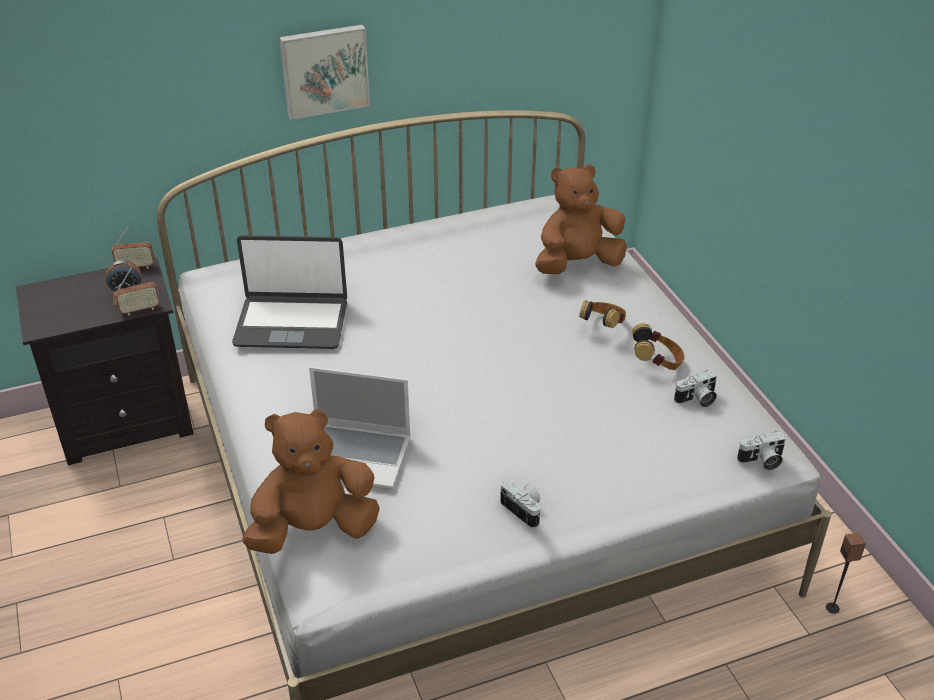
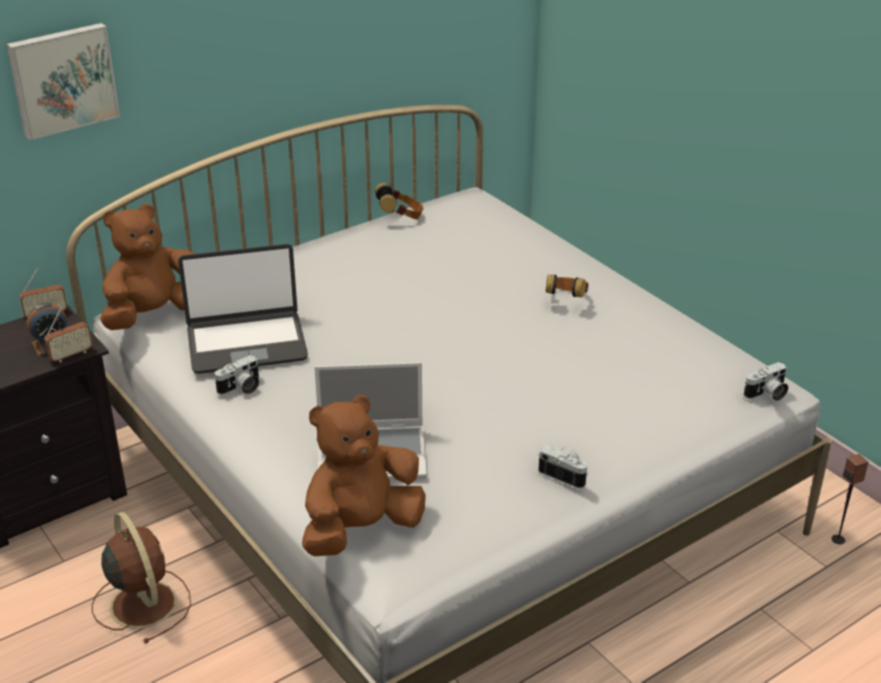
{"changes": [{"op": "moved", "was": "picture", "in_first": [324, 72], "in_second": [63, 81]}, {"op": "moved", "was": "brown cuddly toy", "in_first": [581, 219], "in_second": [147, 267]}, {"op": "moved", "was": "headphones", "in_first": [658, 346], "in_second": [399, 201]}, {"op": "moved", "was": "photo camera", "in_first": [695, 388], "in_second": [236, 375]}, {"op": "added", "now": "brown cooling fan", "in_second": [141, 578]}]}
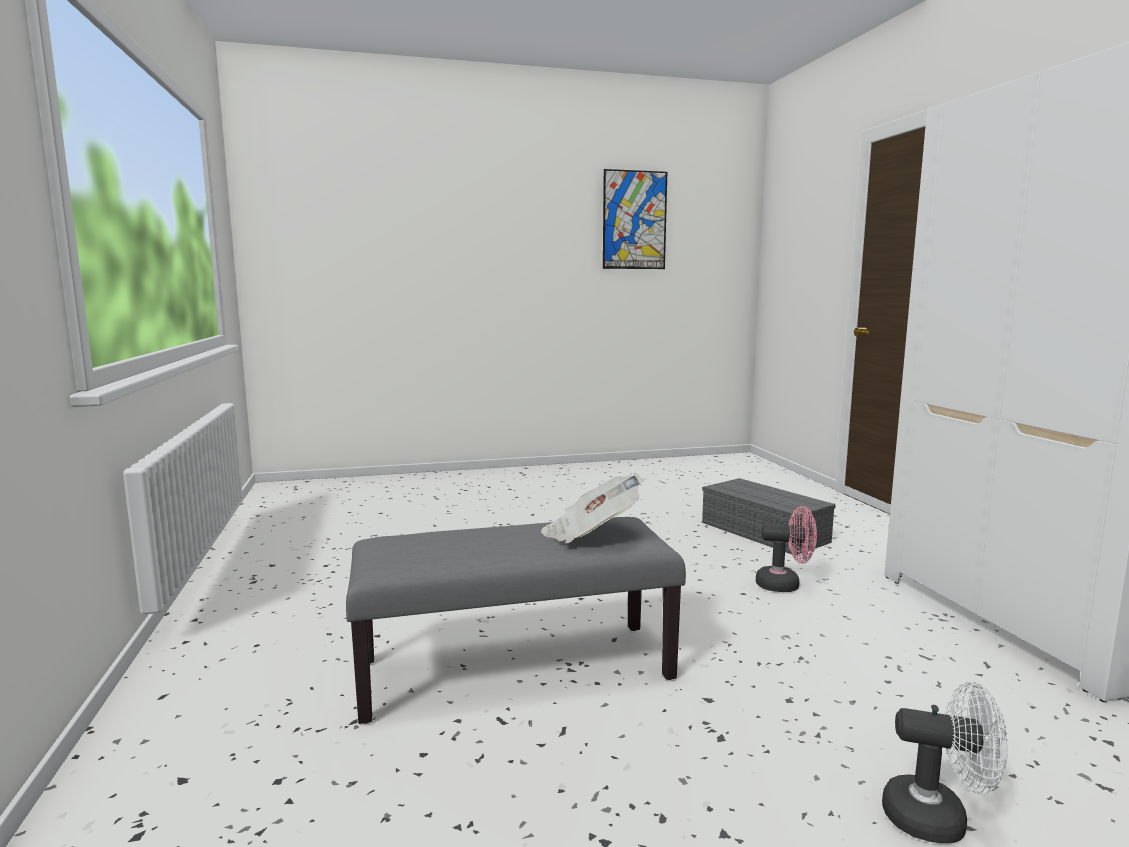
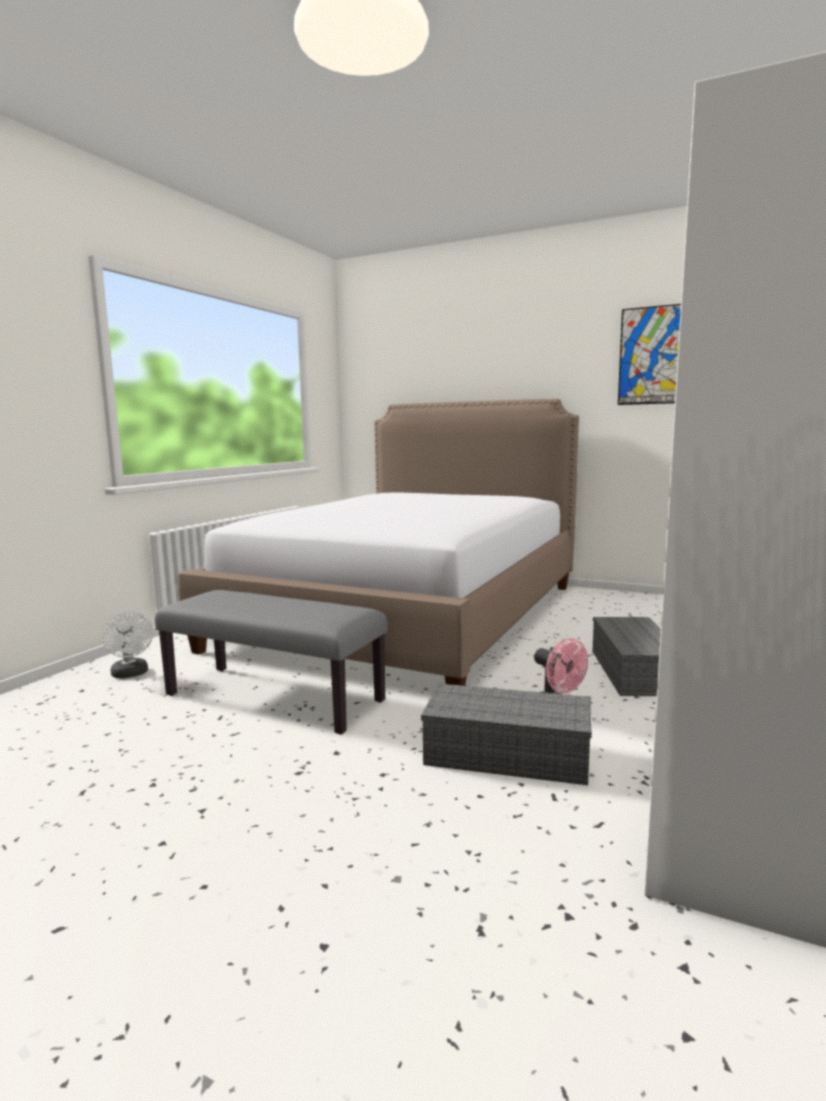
{"changes": [{"op": "removed", "was": "daily paper", "in_first": [592, 509]}, {"op": "moved", "was": "whitish cooling fan", "in_first": [945, 762], "in_second": [127, 645]}, {"op": "added", "now": "bedroom bed", "in_second": [379, 542]}, {"op": "added", "now": "gray storage bin", "in_second": [506, 734]}]}
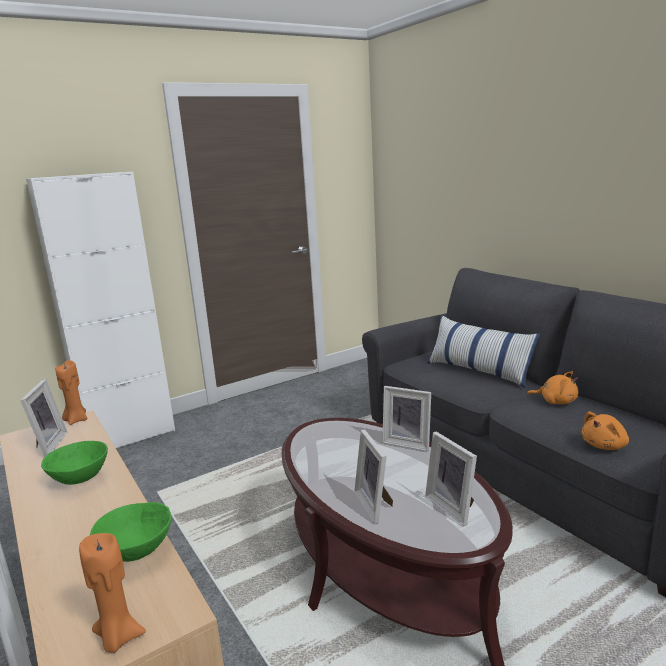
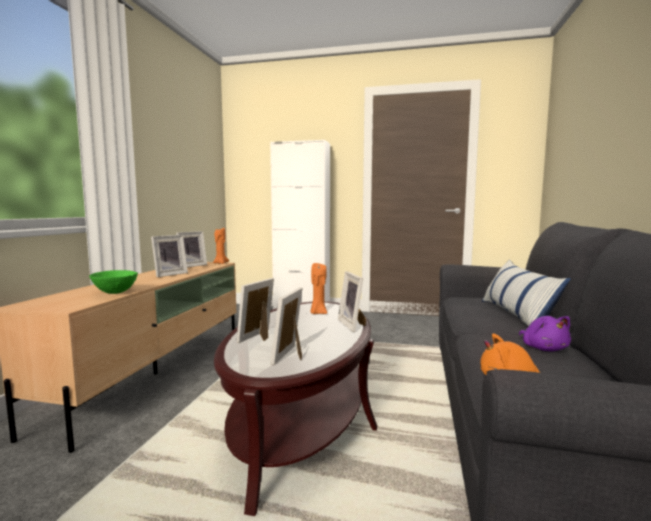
{"changes": [{"op": "replaced", "was": "green-coloured bowl", "now": "photo frame", "in_first": [74, 463], "in_second": [169, 256]}, {"op": "moved", "was": "orangey wax candle", "in_first": [112, 593], "in_second": [319, 288]}, {"op": "recoloured", "was": "orangey cuddly toy", "now": "purple cuddly toy", "in_first": [552, 387], "in_second": [545, 333]}]}
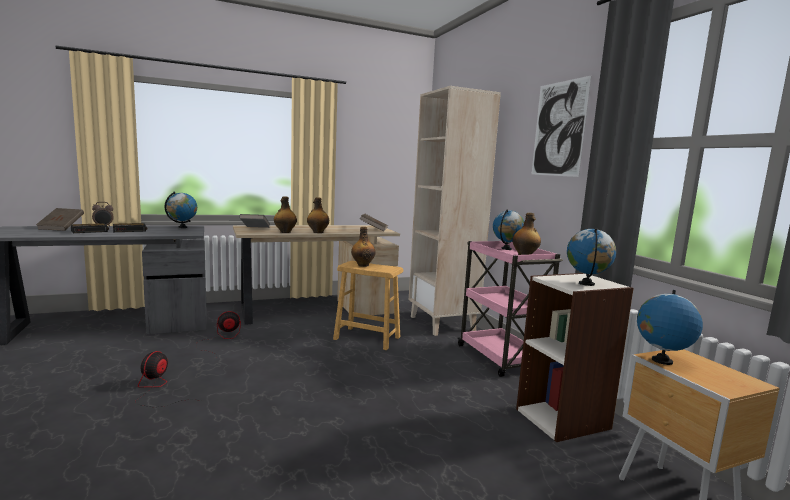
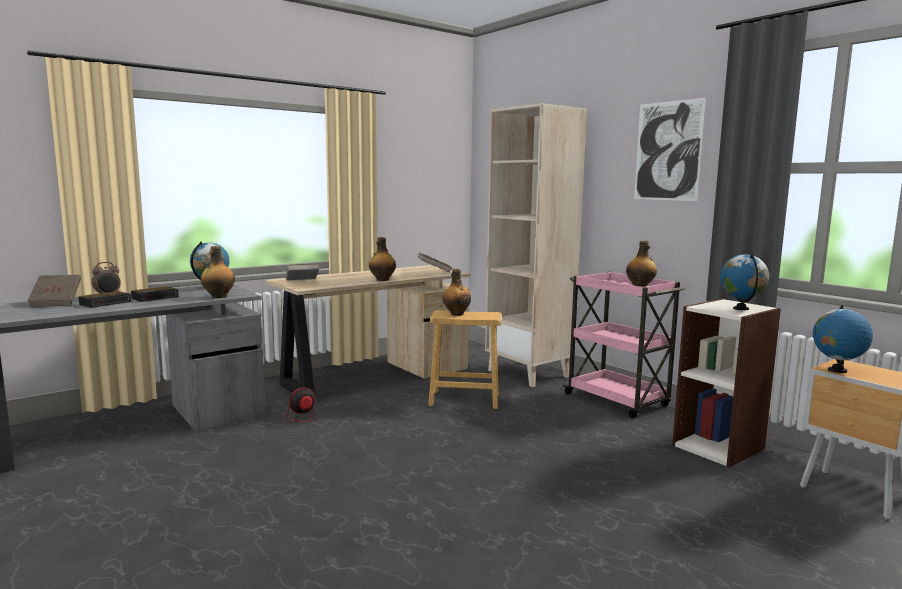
{"changes": [{"op": "removed", "was": "cooling fan", "in_first": [168, 379]}, {"op": "moved", "was": "bottle", "in_first": [285, 214], "in_second": [218, 272]}, {"op": "removed", "was": "globe", "in_first": [508, 229]}]}
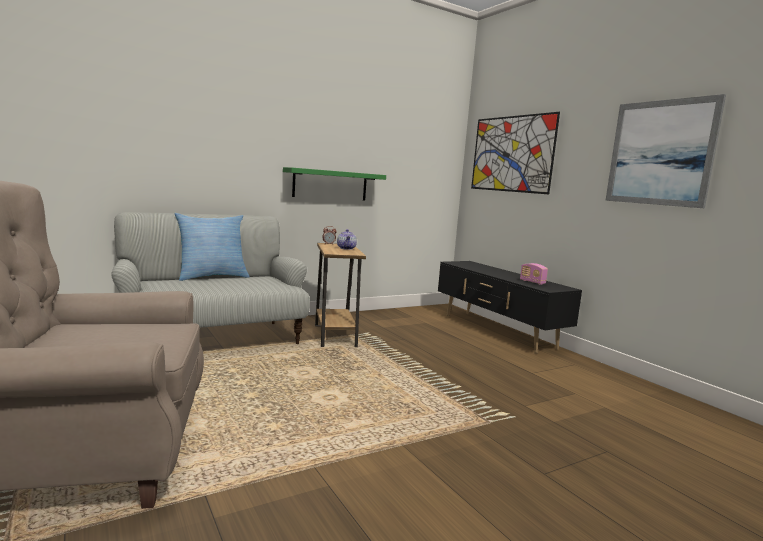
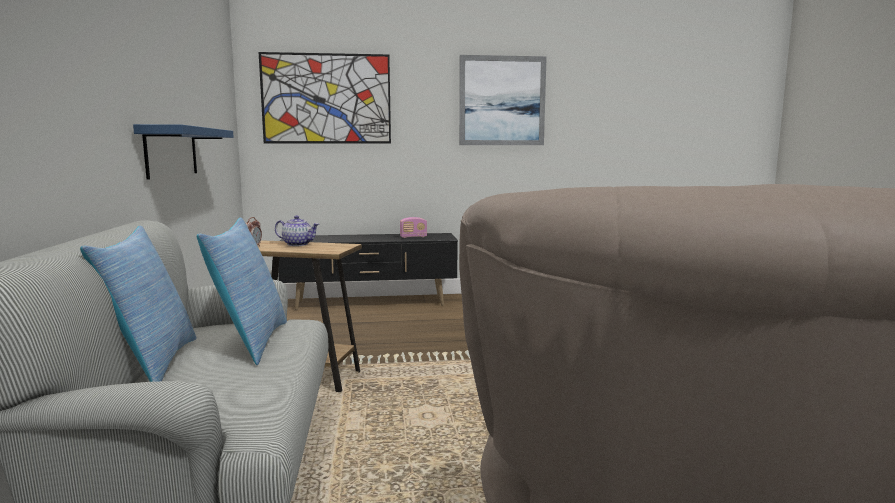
{"changes": [{"op": "recoloured", "was": "green-coloured shelf", "now": "blue shelf", "in_first": [334, 184], "in_second": [183, 152]}, {"op": "added", "now": "cushion", "in_second": [242, 291]}]}
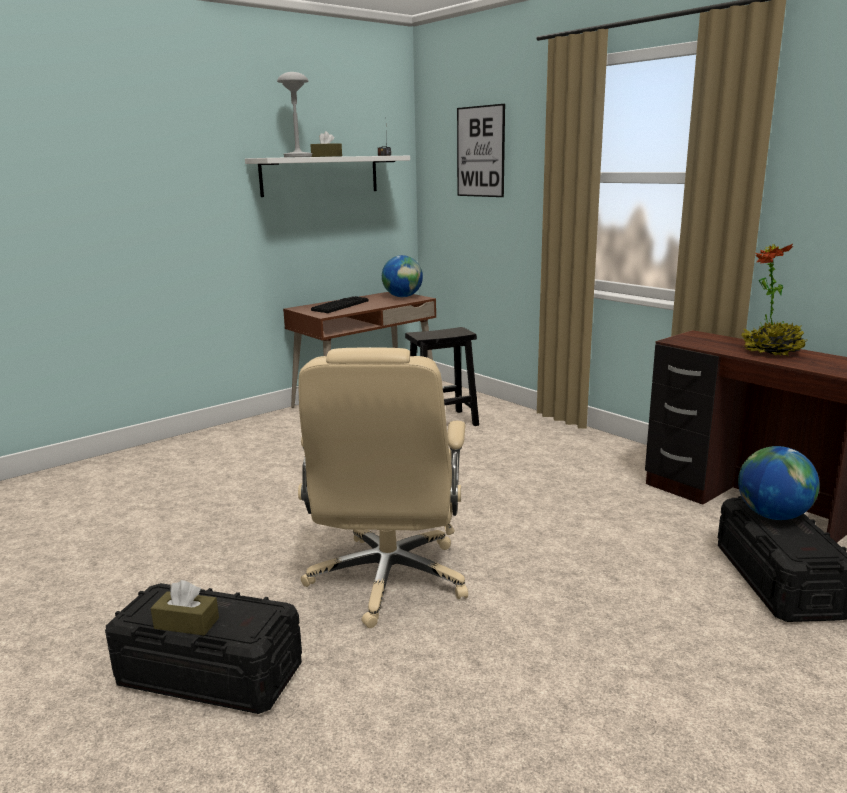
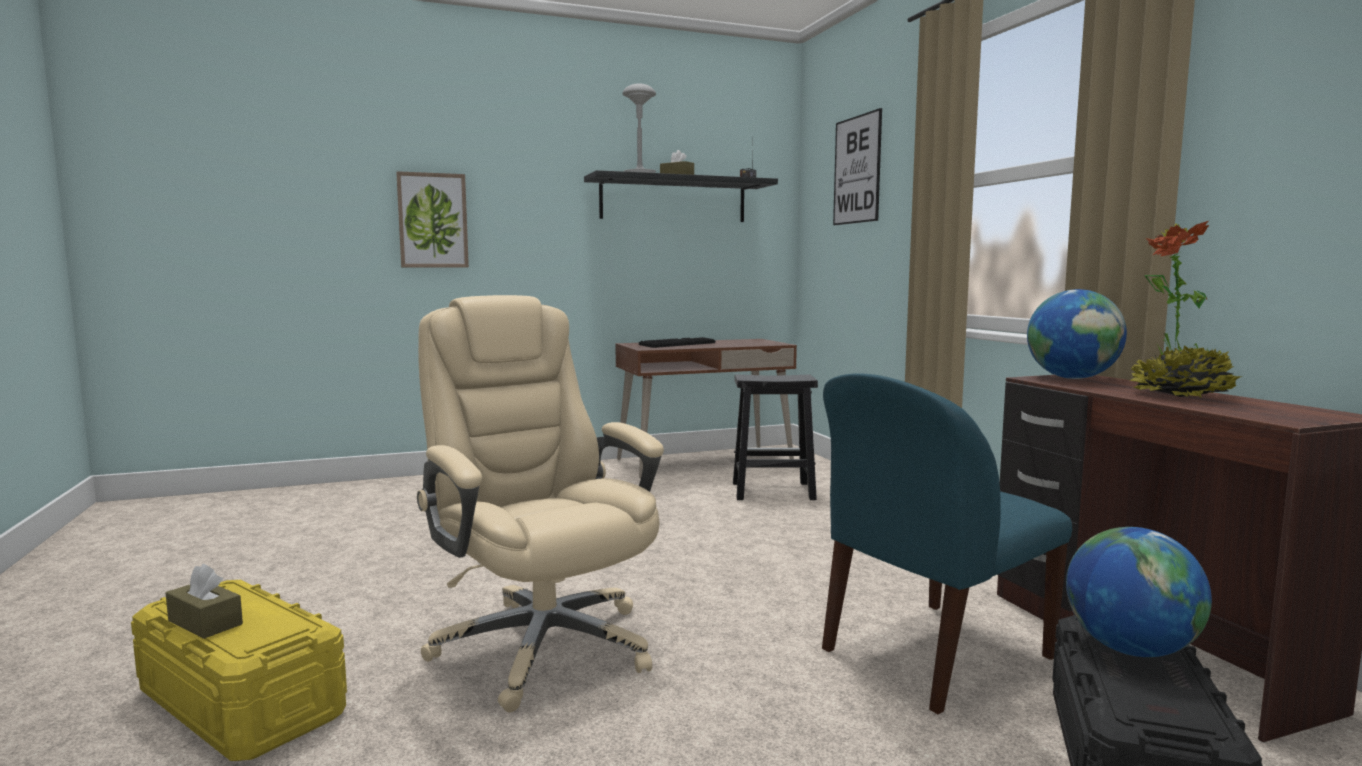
{"changes": [{"op": "recoloured", "was": "blackish storage bin", "now": "yellow storage bin", "in_first": [203, 648], "in_second": [239, 670]}, {"op": "recoloured", "was": "whitish shelf", "now": "blackish shelf", "in_first": [327, 176], "in_second": [681, 196]}, {"op": "turned", "was": "beige desk chair", "in_first": [383, 487], "in_second": [540, 503], "clockwise": 120}, {"op": "moved", "was": "globe", "in_first": [402, 276], "in_second": [1077, 334]}, {"op": "added", "now": "picture", "in_second": [432, 219]}, {"op": "added", "now": "blue chair", "in_second": [947, 543]}]}
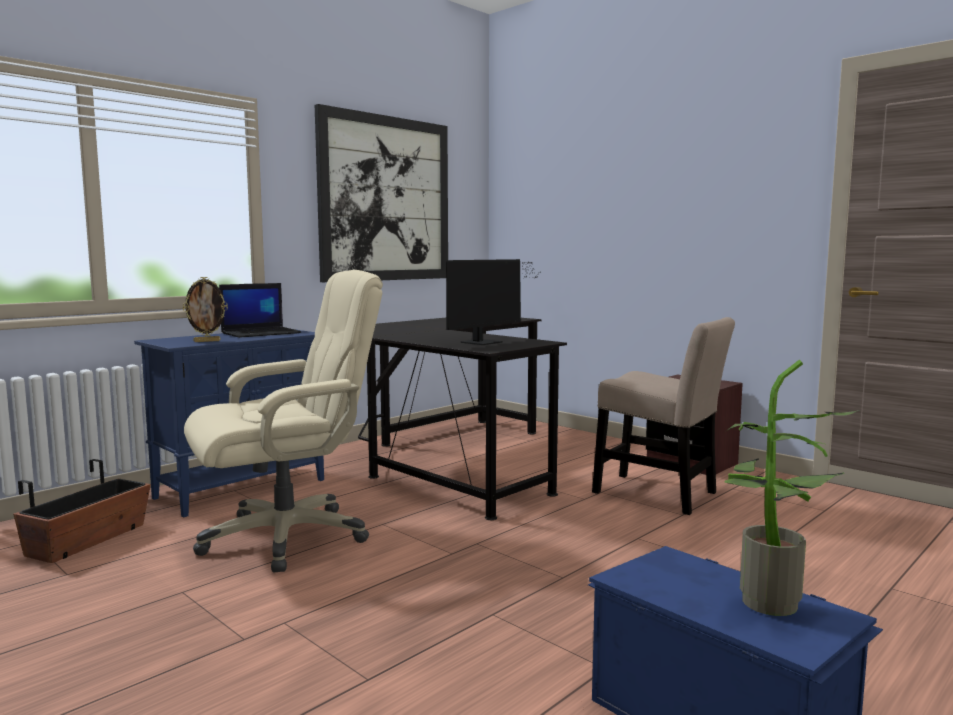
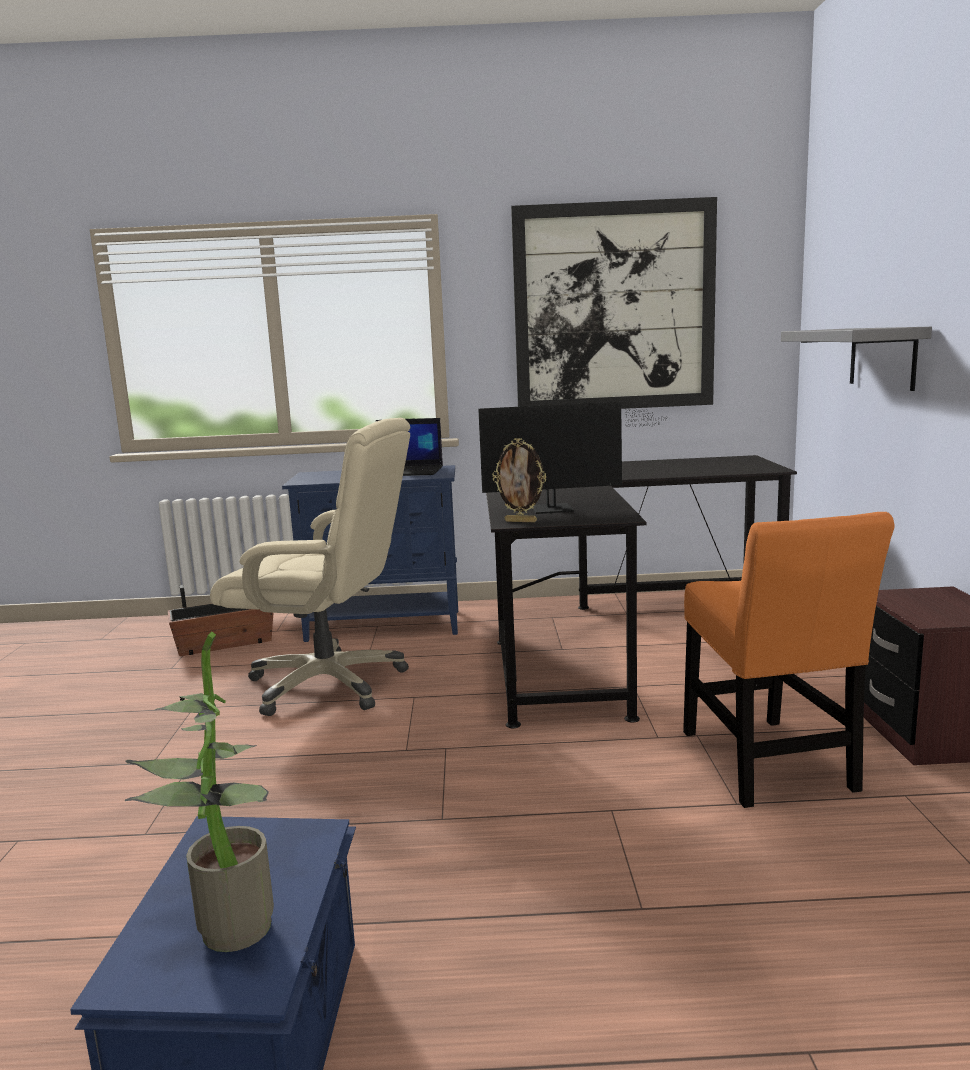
{"changes": [{"op": "moved", "was": "photo frame", "in_first": [205, 309], "in_second": [519, 480]}, {"op": "recoloured", "was": "beige chair", "now": "orangey chair", "in_first": [663, 416], "in_second": [789, 660]}, {"op": "added", "now": "gray shelf", "in_second": [856, 359]}]}
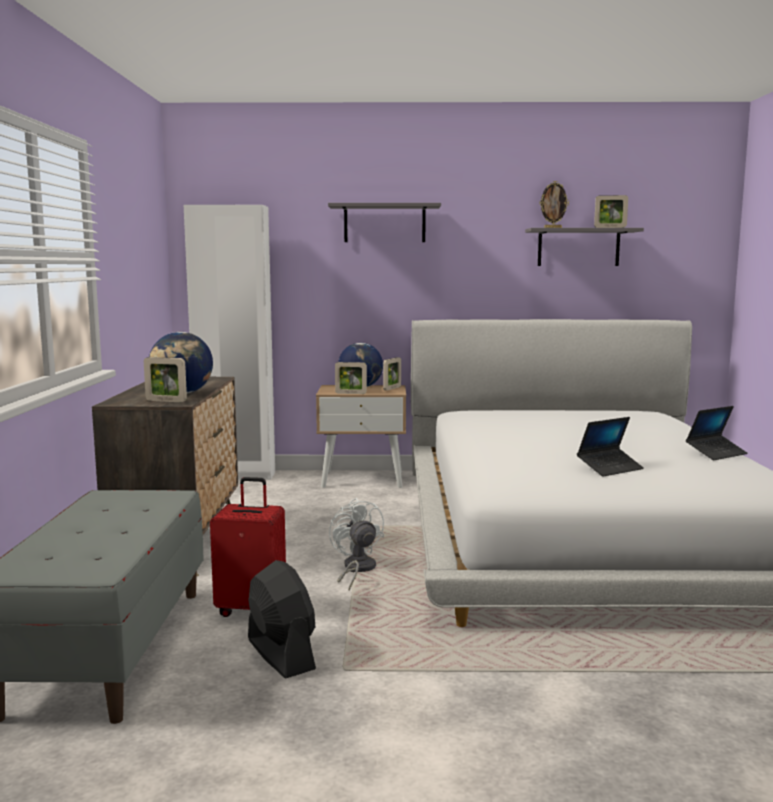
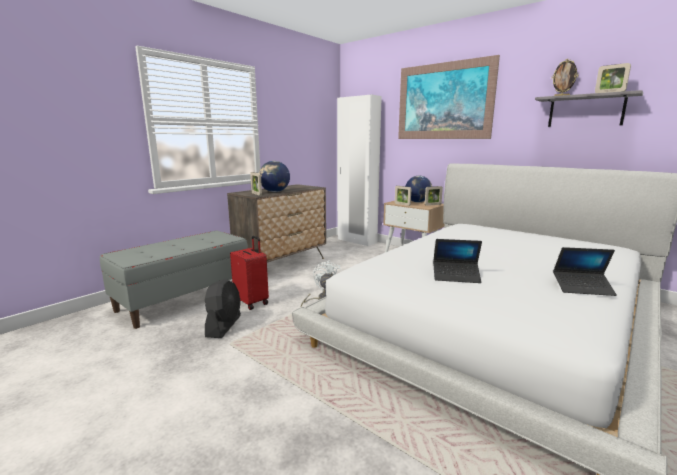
{"changes": [{"op": "replaced", "was": "gray shelf", "now": "picture", "in_first": [384, 222], "in_second": [449, 97]}]}
